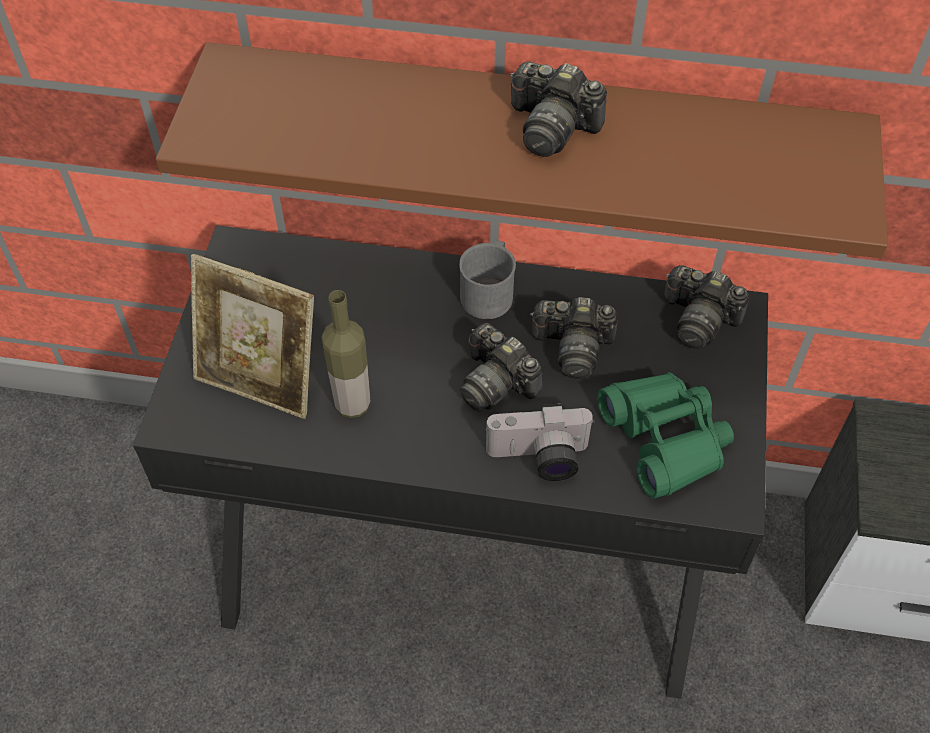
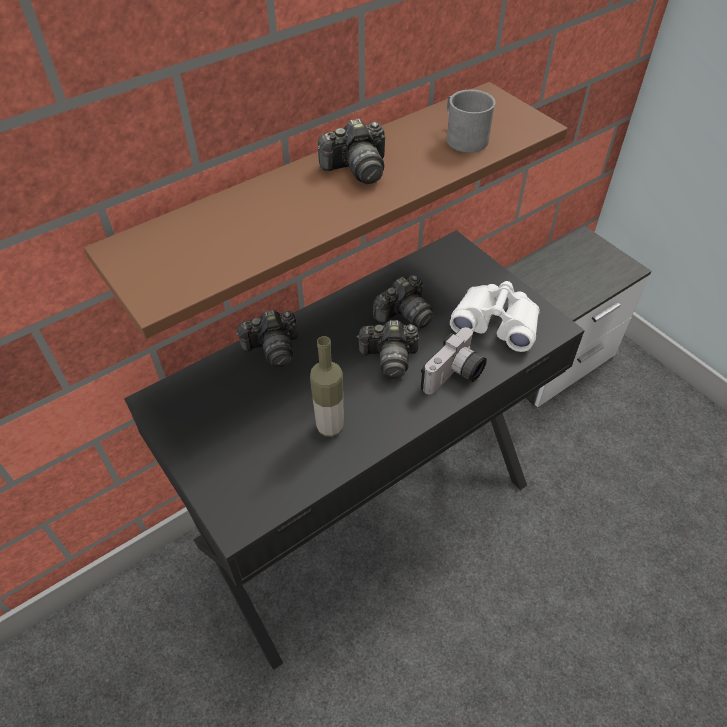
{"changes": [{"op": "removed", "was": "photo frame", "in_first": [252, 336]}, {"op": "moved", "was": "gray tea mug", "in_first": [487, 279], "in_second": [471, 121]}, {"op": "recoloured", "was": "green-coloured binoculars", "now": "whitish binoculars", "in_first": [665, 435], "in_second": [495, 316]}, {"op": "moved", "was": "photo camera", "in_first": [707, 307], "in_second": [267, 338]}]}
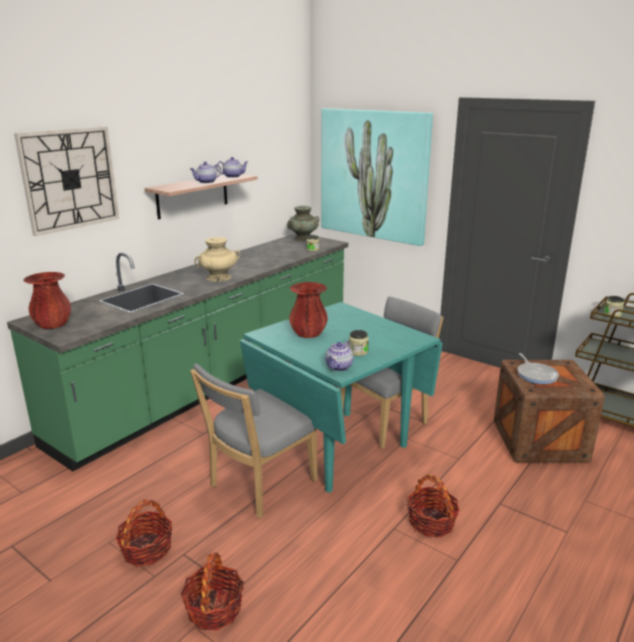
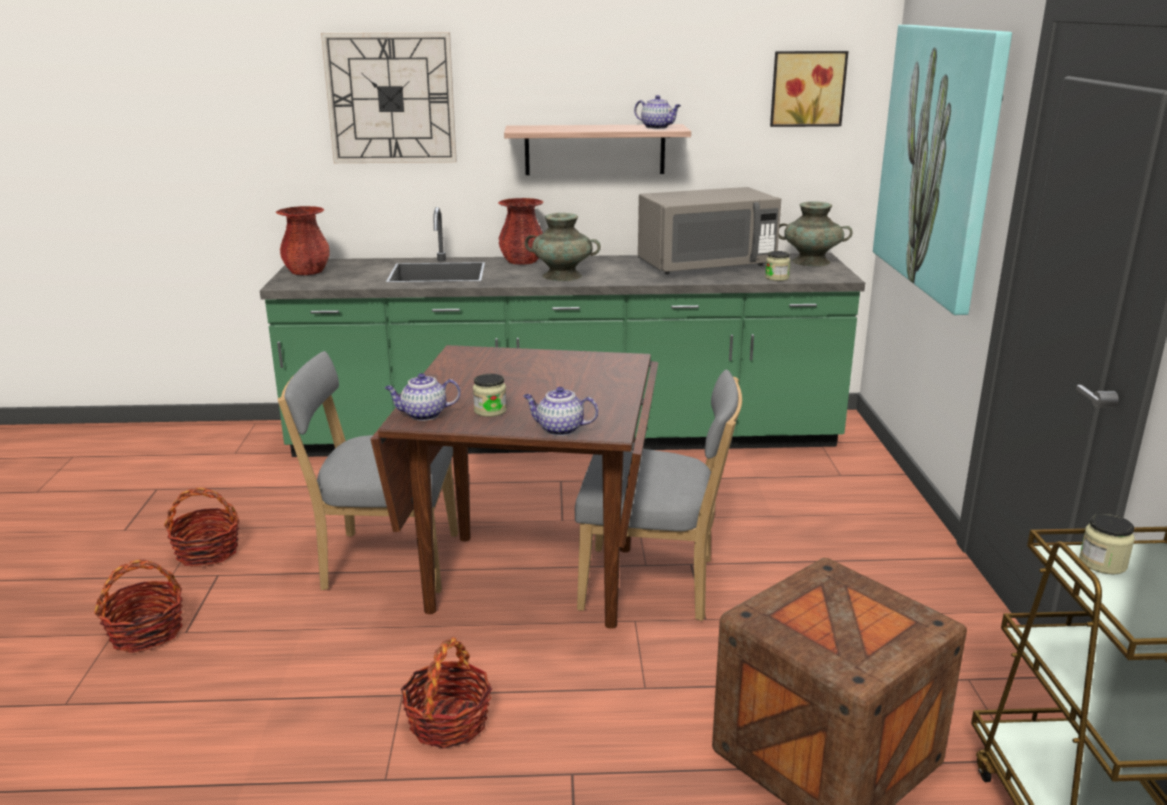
{"changes": [{"op": "moved", "was": "pot for tea", "in_first": [205, 172], "in_second": [560, 411]}, {"op": "recoloured", "was": "beige flower vase", "now": "turquoise-coloured flower vase", "in_first": [217, 259], "in_second": [563, 247]}, {"op": "recoloured", "was": "turquoise-coloured dining table", "now": "brown dining table", "in_first": [341, 397], "in_second": [514, 487]}, {"op": "moved", "was": "red-coloured flower vase", "in_first": [308, 310], "in_second": [521, 231]}, {"op": "removed", "was": "pan", "in_first": [538, 368]}, {"op": "added", "now": "gray microwave oven", "in_second": [709, 230]}, {"op": "added", "now": "picture", "in_second": [809, 89]}]}
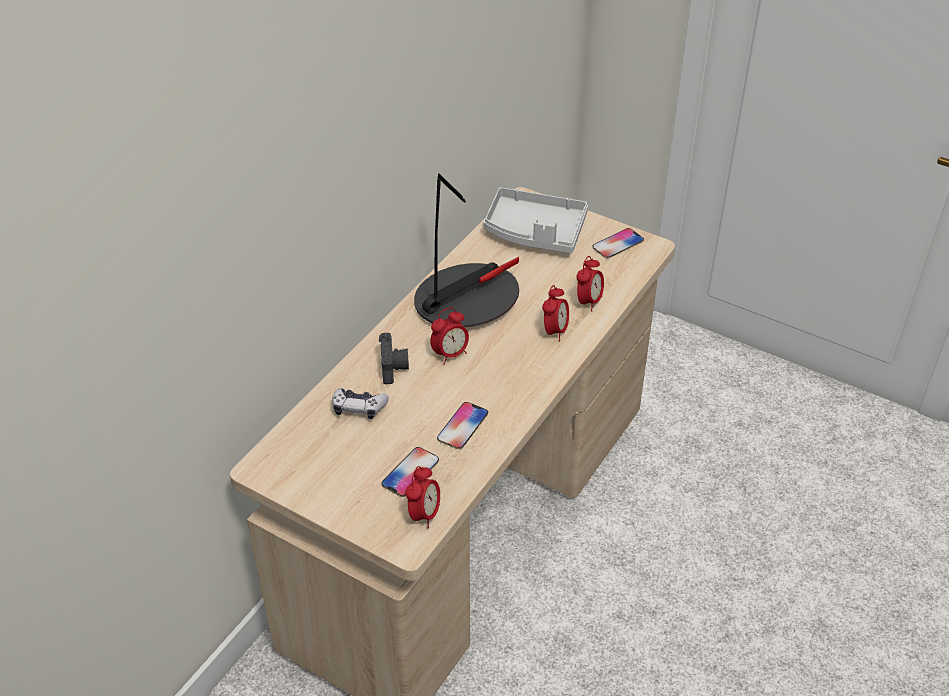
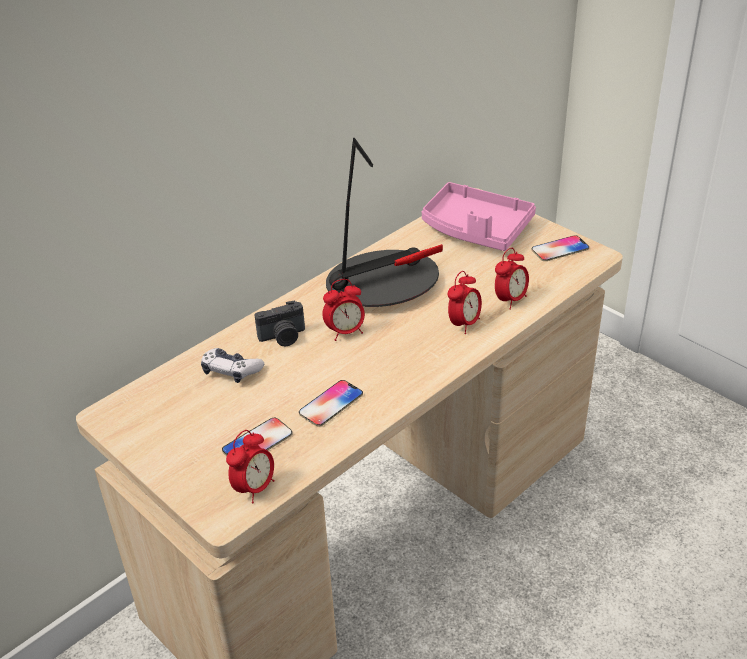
{"changes": [{"op": "turned", "was": "photo camera", "in_first": [394, 358], "in_second": [279, 323], "clockwise": 60}, {"op": "recoloured", "was": "gray serving tray", "now": "pinkish serving tray", "in_first": [536, 220], "in_second": [479, 216]}]}
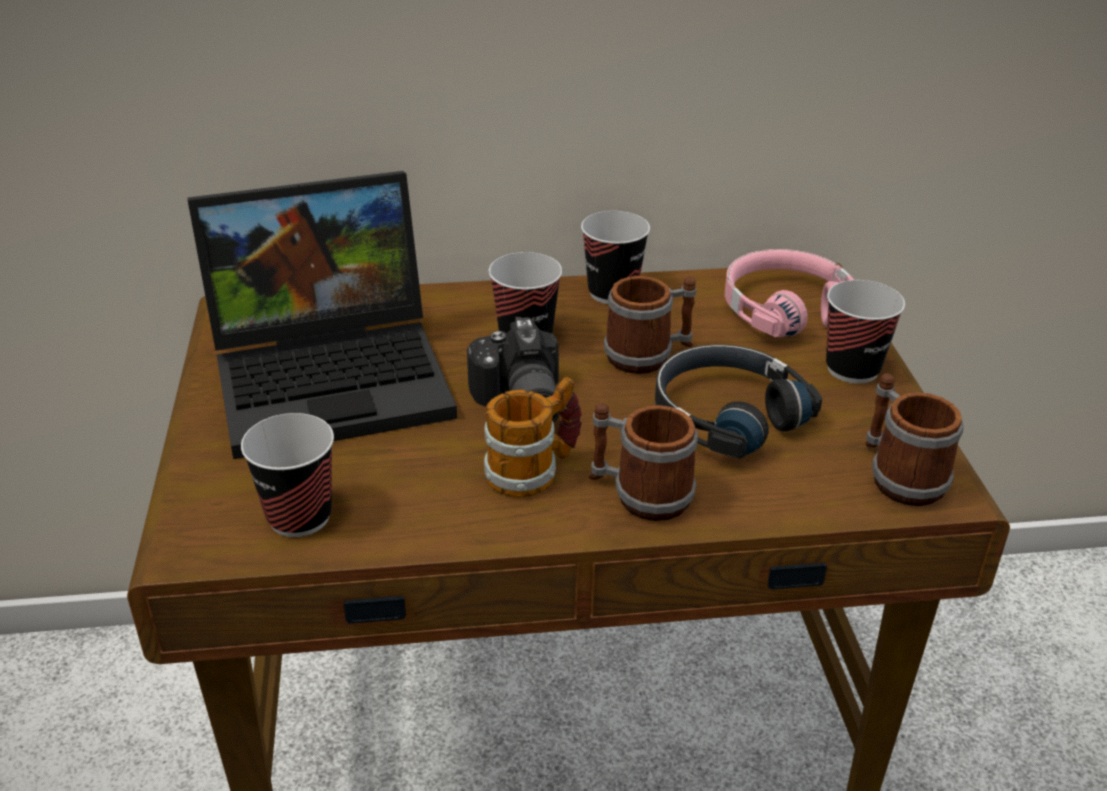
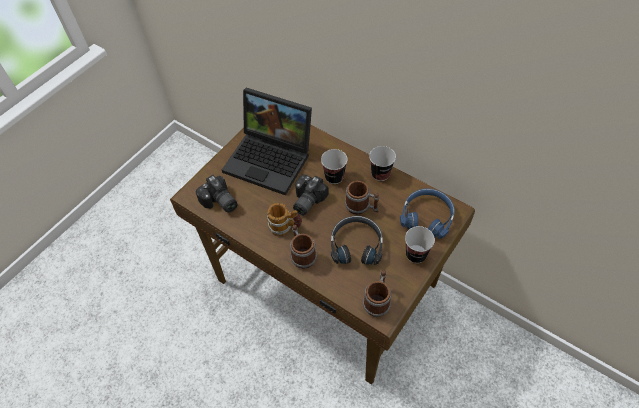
{"changes": [{"op": "replaced", "was": "drinking cup", "now": "photo camera", "in_first": [287, 475], "in_second": [216, 194]}, {"op": "recoloured", "was": "pinkish headphones", "now": "blue headphones", "in_first": [789, 293], "in_second": [427, 213]}]}
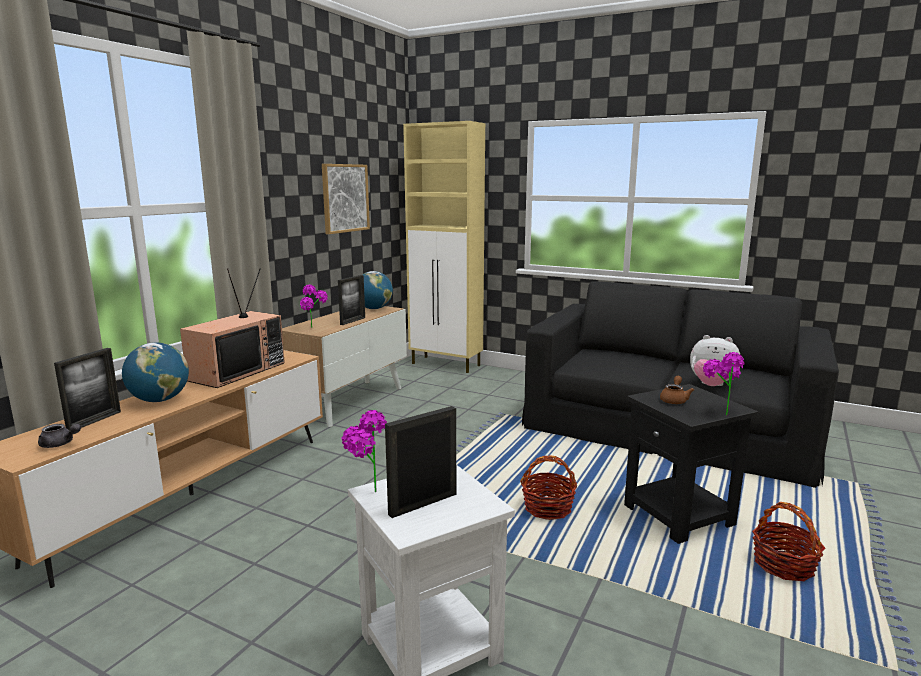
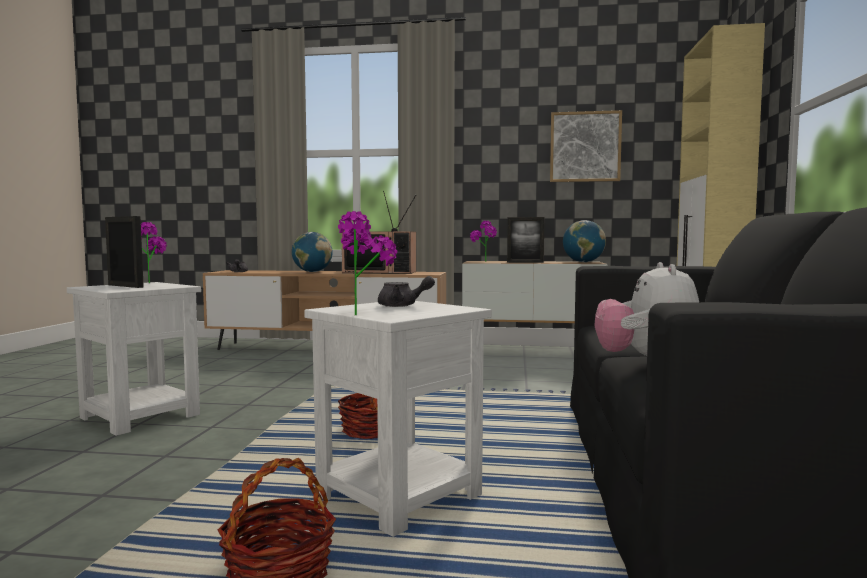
{"changes": [{"op": "removed", "was": "photo frame", "in_first": [87, 389]}, {"op": "recoloured", "was": "blackish side table", "now": "whitish side table", "in_first": [691, 464], "in_second": [398, 419]}, {"op": "recoloured", "was": "brown pot for tea", "now": "gray pot for tea", "in_first": [677, 390], "in_second": [406, 291]}]}
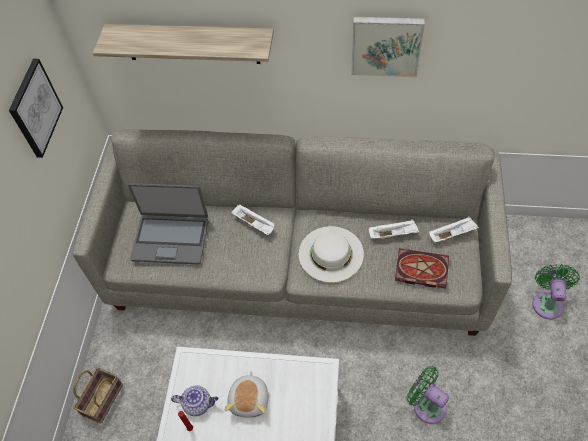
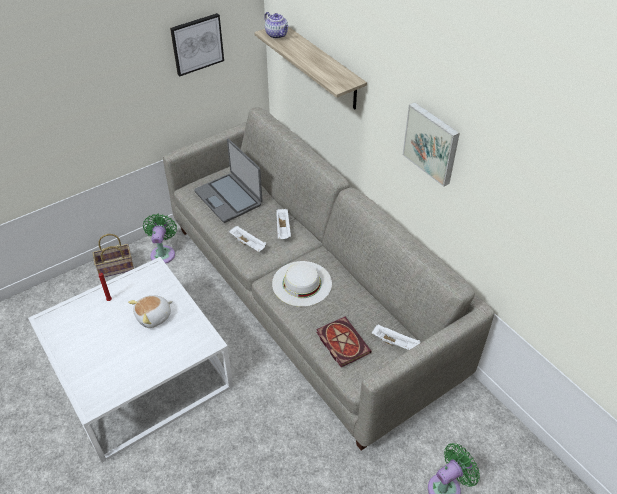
{"changes": [{"op": "moved", "was": "pot for tea", "in_first": [195, 401], "in_second": [276, 25]}, {"op": "moved", "was": "whitish serving tray", "in_first": [394, 229], "in_second": [247, 239]}, {"op": "moved", "was": "green-coloured cooling fan", "in_first": [428, 395], "in_second": [160, 238]}]}
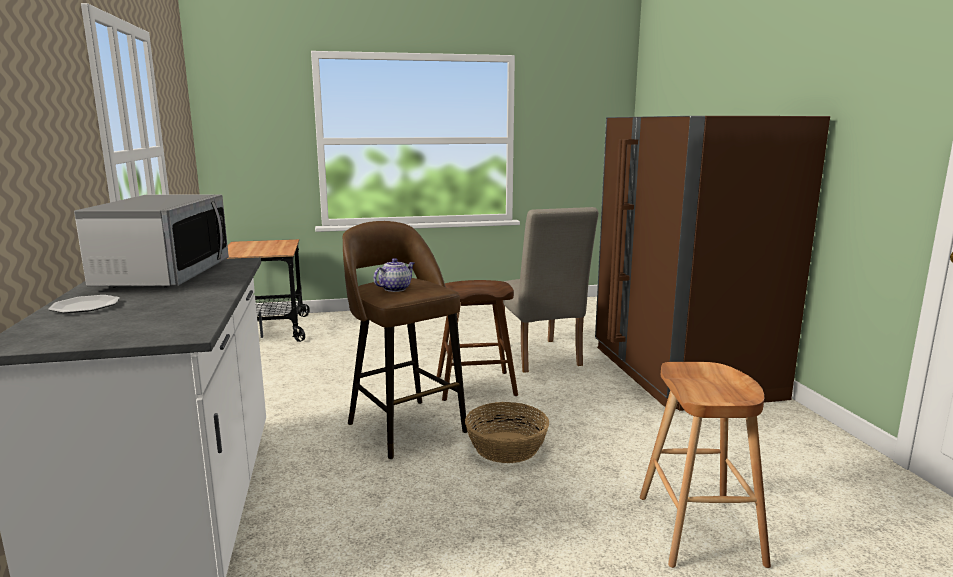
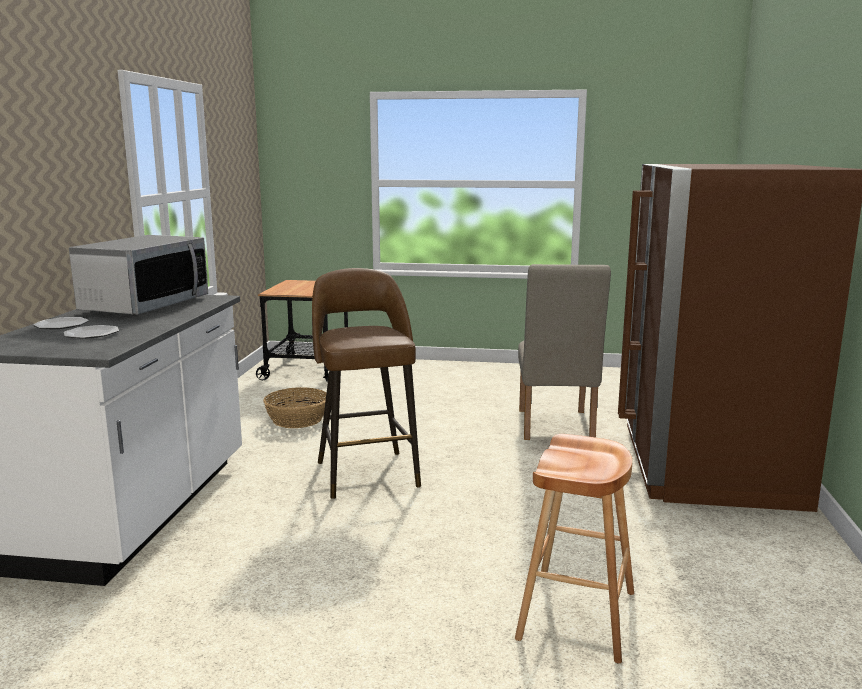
{"changes": [{"op": "removed", "was": "pot for tea", "in_first": [393, 275]}, {"op": "removed", "was": "brown stool seat", "in_first": [477, 340]}, {"op": "moved", "was": "storage basket", "in_first": [507, 432], "in_second": [294, 407]}, {"op": "added", "now": "dinner plate", "in_second": [91, 332]}]}
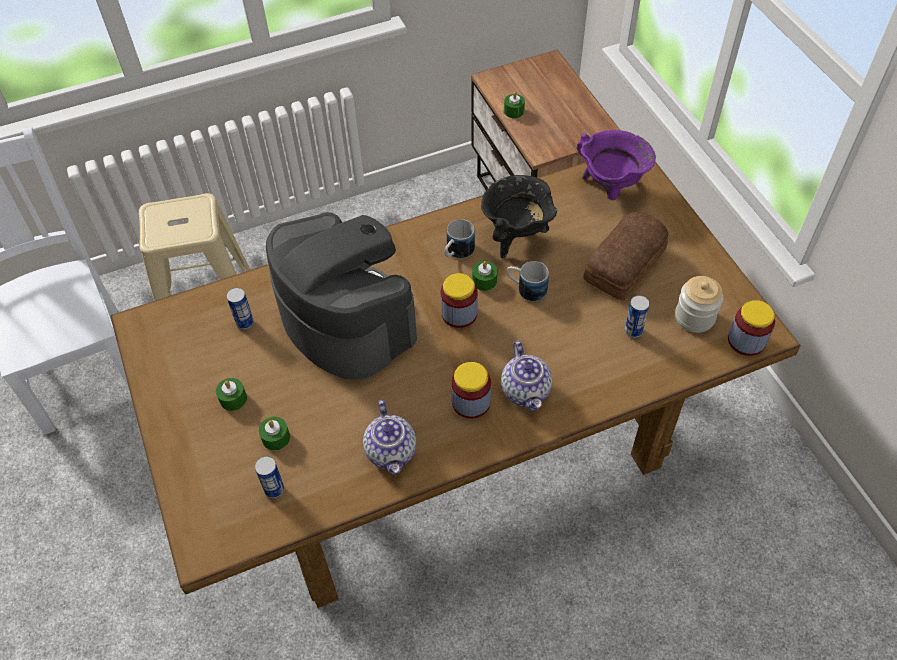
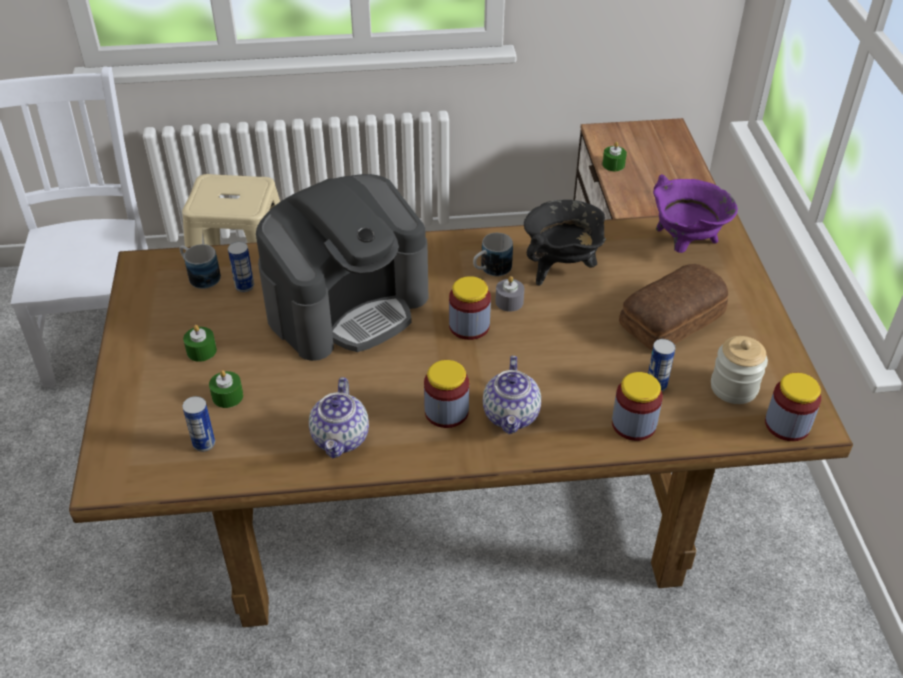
{"changes": [{"op": "turned", "was": "coffee brewer", "in_first": [341, 295], "in_second": [342, 267], "clockwise": 75}, {"op": "recoloured", "was": "green-coloured wax candle", "now": "gray wax candle", "in_first": [484, 276], "in_second": [509, 294]}, {"op": "moved", "was": "tea mug", "in_first": [528, 281], "in_second": [200, 266]}, {"op": "added", "now": "preserve jar", "in_second": [637, 406]}]}
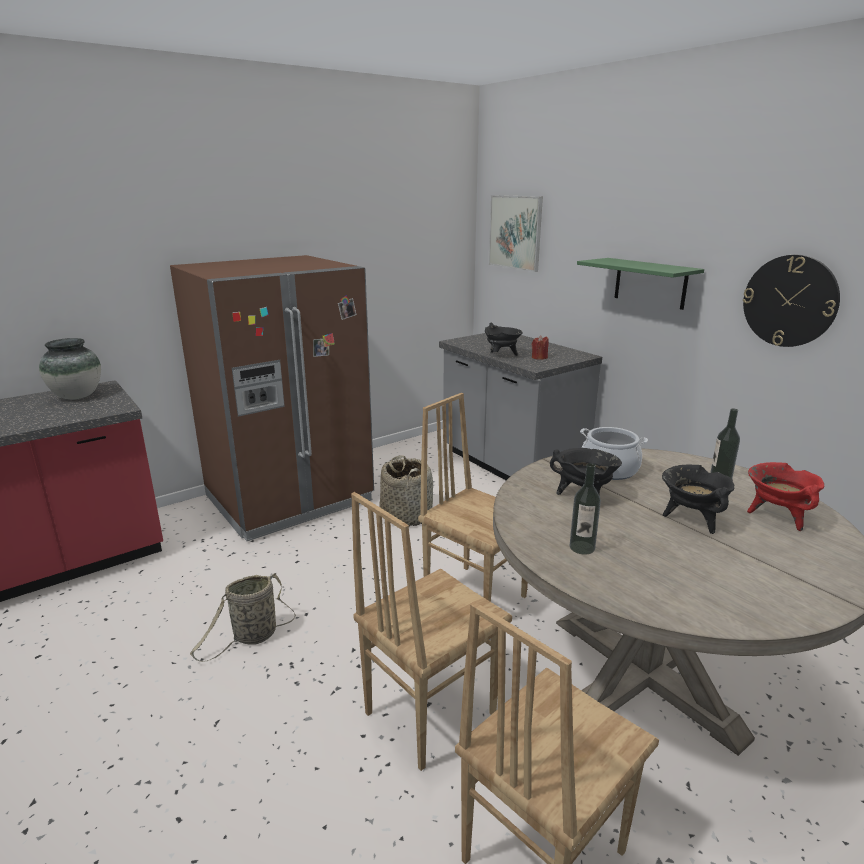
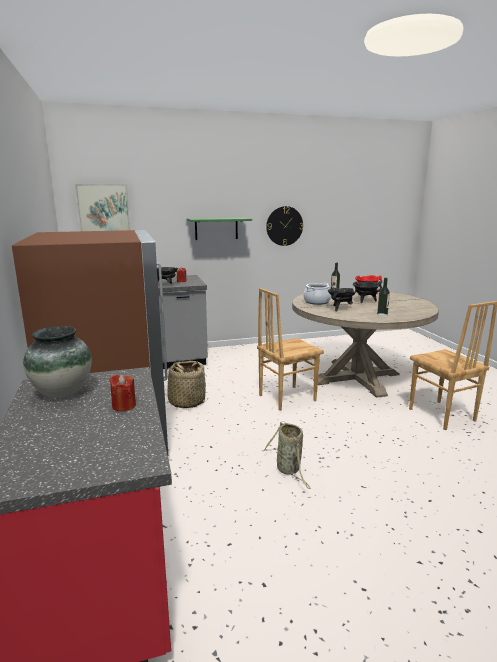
{"changes": [{"op": "removed", "was": "brown chair", "in_first": [431, 631]}, {"op": "added", "now": "red-coloured wax candle", "in_second": [122, 393]}]}
